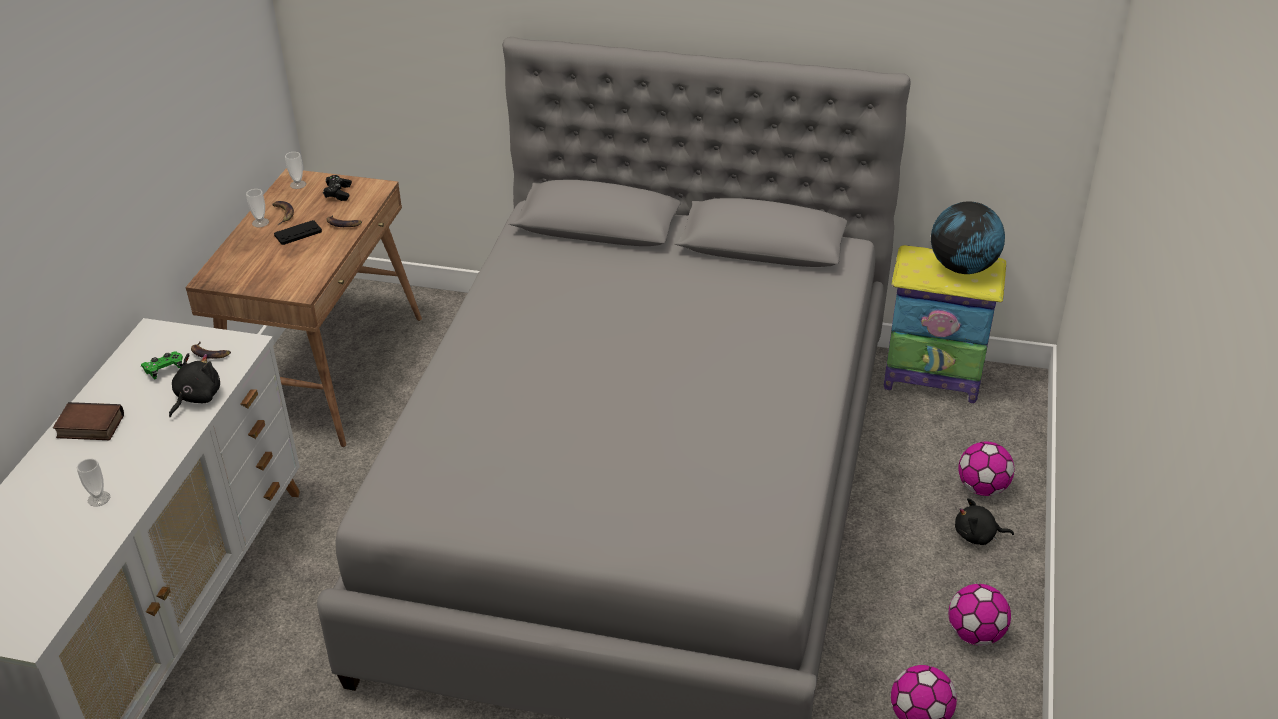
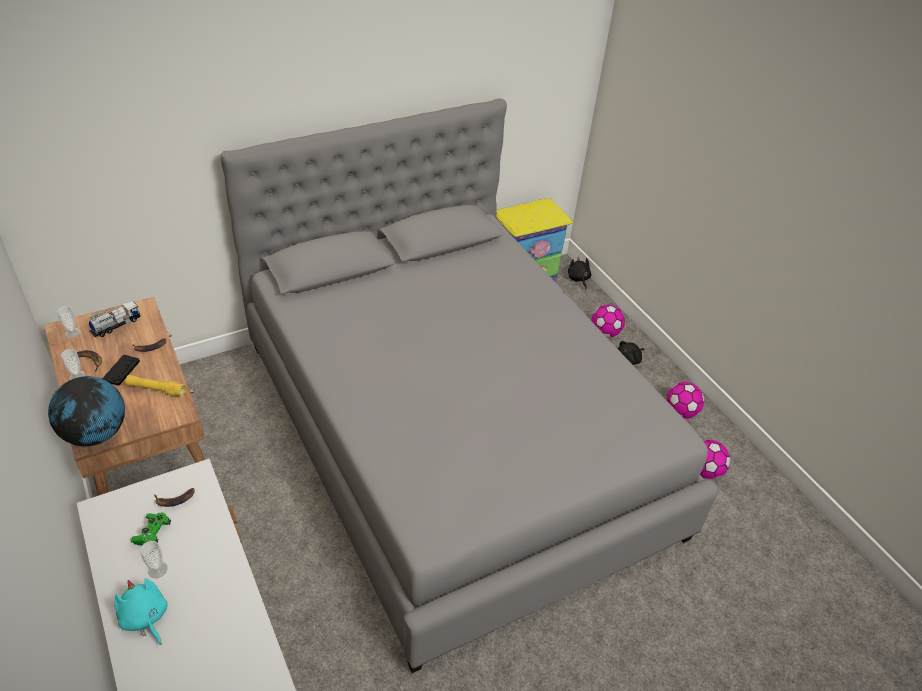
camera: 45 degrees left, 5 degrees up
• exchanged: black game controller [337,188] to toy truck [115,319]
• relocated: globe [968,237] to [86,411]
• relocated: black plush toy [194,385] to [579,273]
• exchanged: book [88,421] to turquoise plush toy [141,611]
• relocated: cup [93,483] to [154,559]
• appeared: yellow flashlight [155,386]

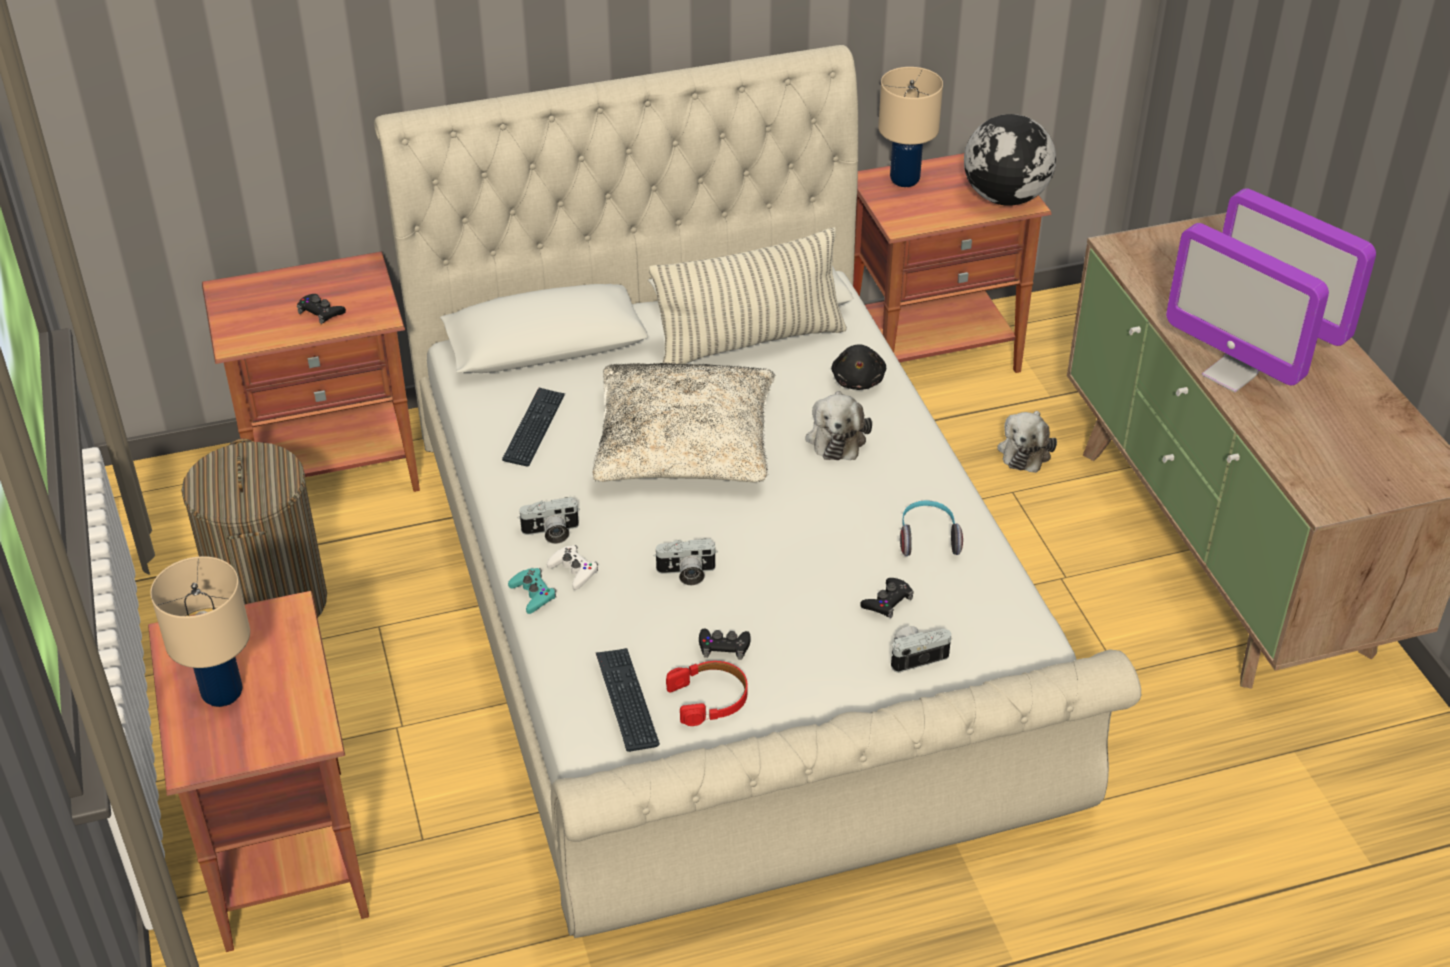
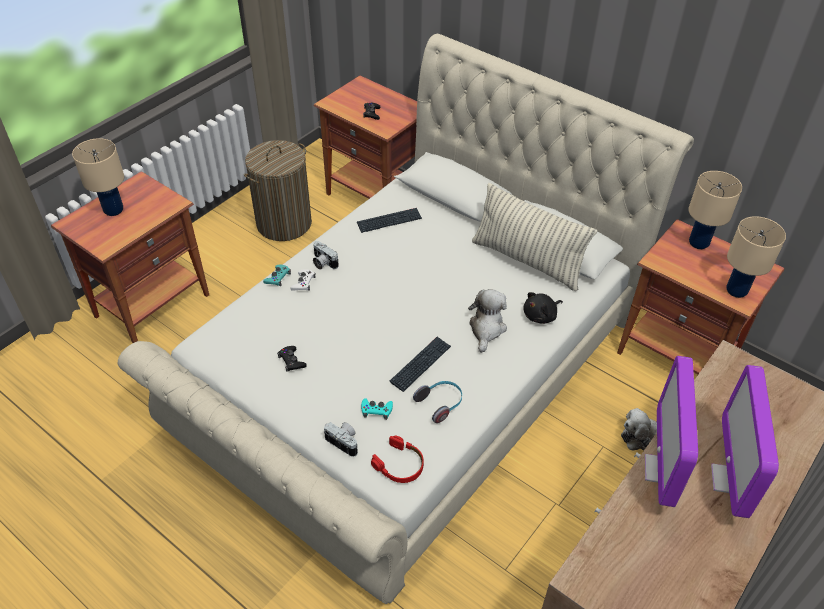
camera: 55 degrees right, 5 degrees up
• exchanged: globe [1010,160] to beige table lamp [756,257]
• missing: beige pillow [684,422]
• spun: plush toy [838,425] = [487,321] 135 degrees clockwise
• missing: photo camera [686,562]
• colour: black game controller [887,598] to turquoise game controller [377,409]
• relocated: keyboard [628,700] to [420,364]
• relocated: red headphones [706,693] to [397,459]

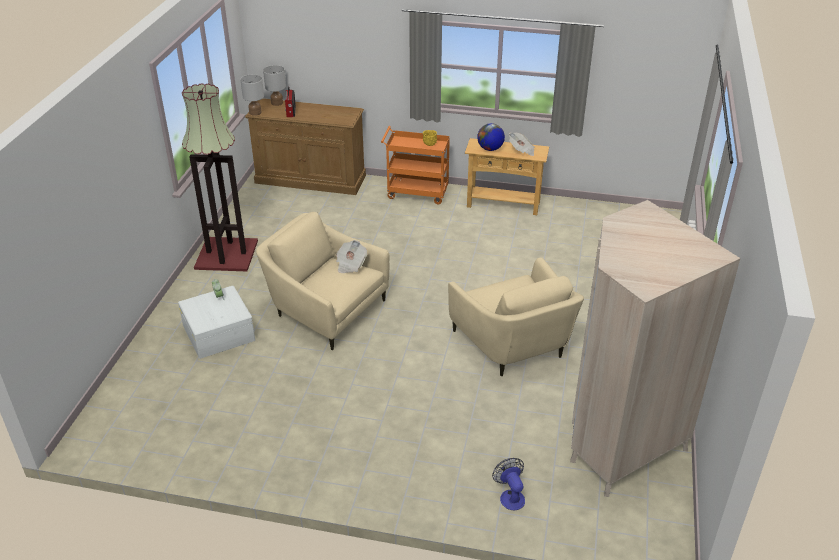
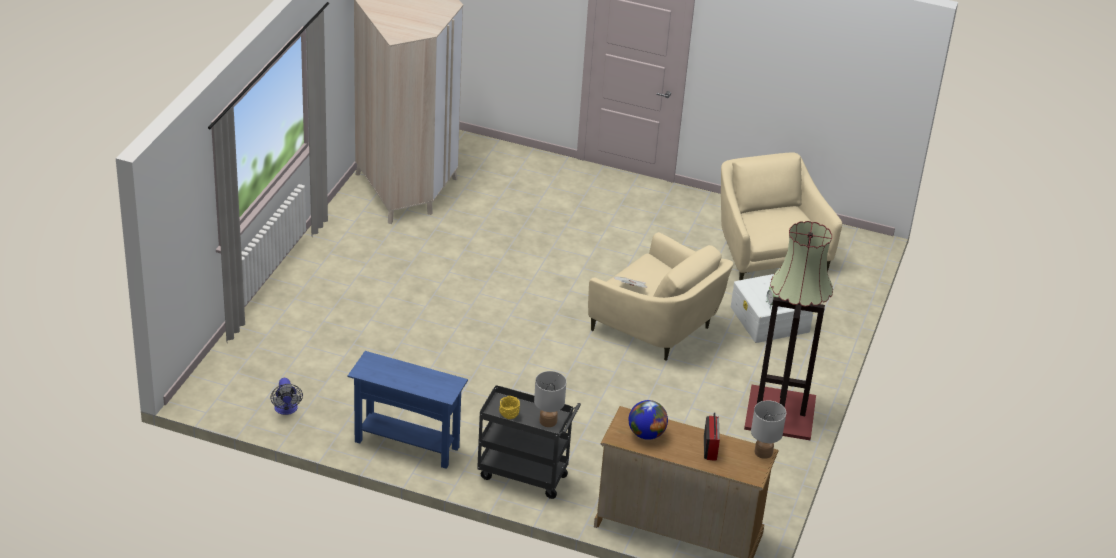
camera: 175 degrees left, 0 degrees up
• relocated: grey table lamp [274,85] to [550,399]
• relocated: globe [491,137] to [648,420]
• colour: orange cart [415,165] to grey cart [529,442]
• missing: newspaper [522,144]
• colour: beige console table [507,176] to blue console table [408,410]
• relocated: beige armchair [516,317] to [781,216]
• relocated: fan [508,484] to [286,396]

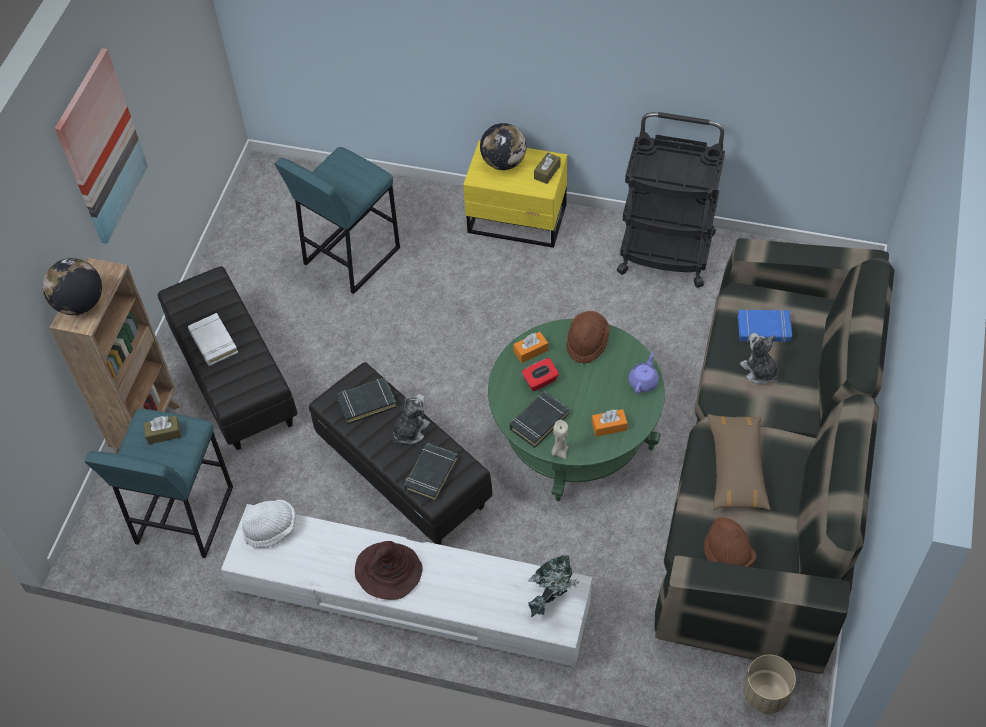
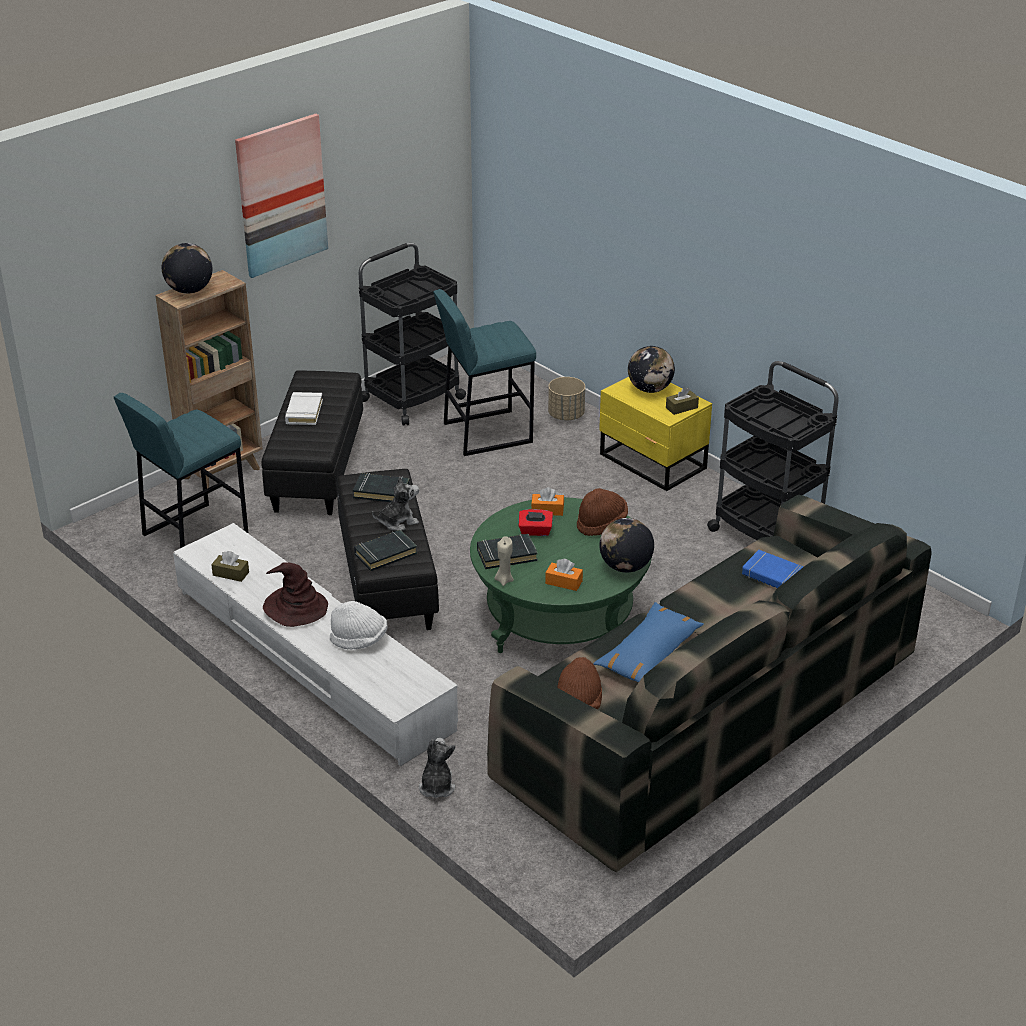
camera: 30 degrees right, 20 degrees down
• relocated: plush toy [759,358] to [437,768]
• exchanged: purple teapot [643,373] to globe [626,545]
• colour: brown pillow [739,462] to blue pillow [649,642]
• relocated: brown tissue box [163,430] to [230,566]
• relocated: white hat [269,524] to [359,625]
• missing: potted plant [553,586]
• relocated: beige planter [769,684] to [566,398]
• appeared: black cart [412,334]

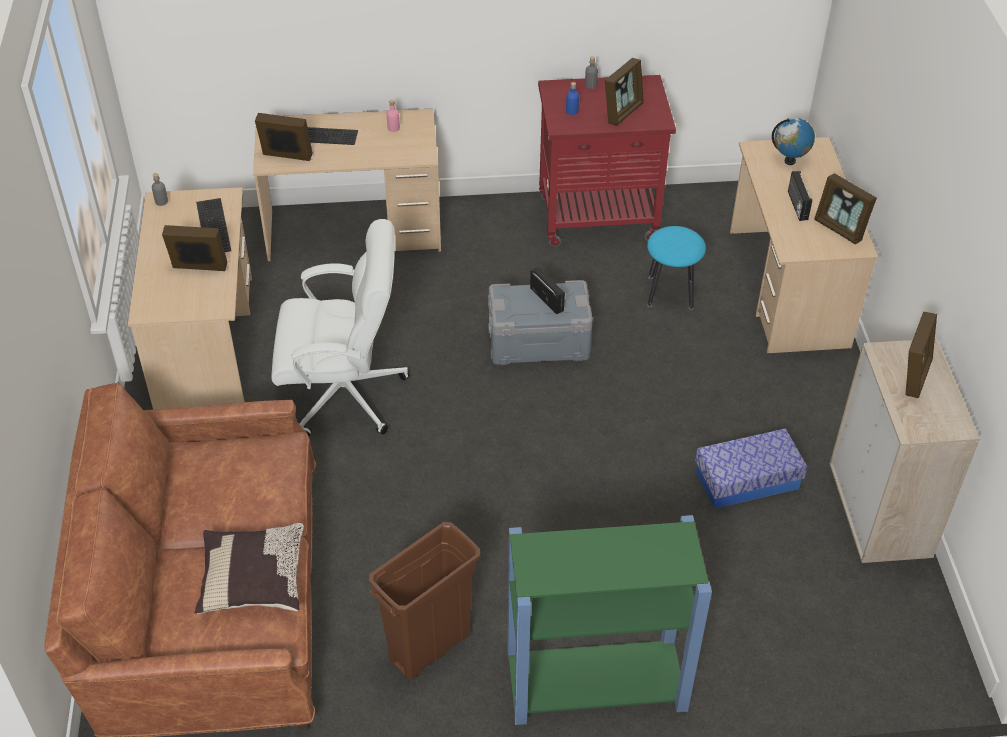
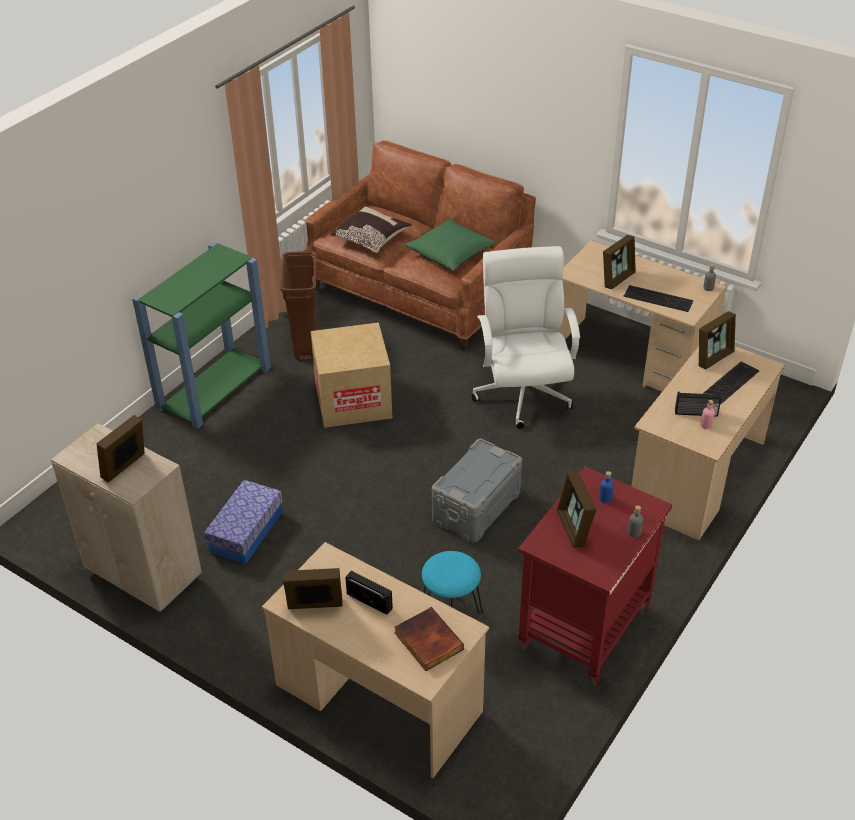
camera: 130 degrees right, 5 degrees down
• exchanged: globe [793,141] to book [429,639]
• spun: white office chair [340,328] = [525,337] 135 degrees clockwise
• relocated: radio [547,290] to [698,404]
• spun: picture frame [921,355] = [121,449] 60 degrees clockwise
• appeared: green pillow [450,245]
• appeared: cardboard box [351,375]

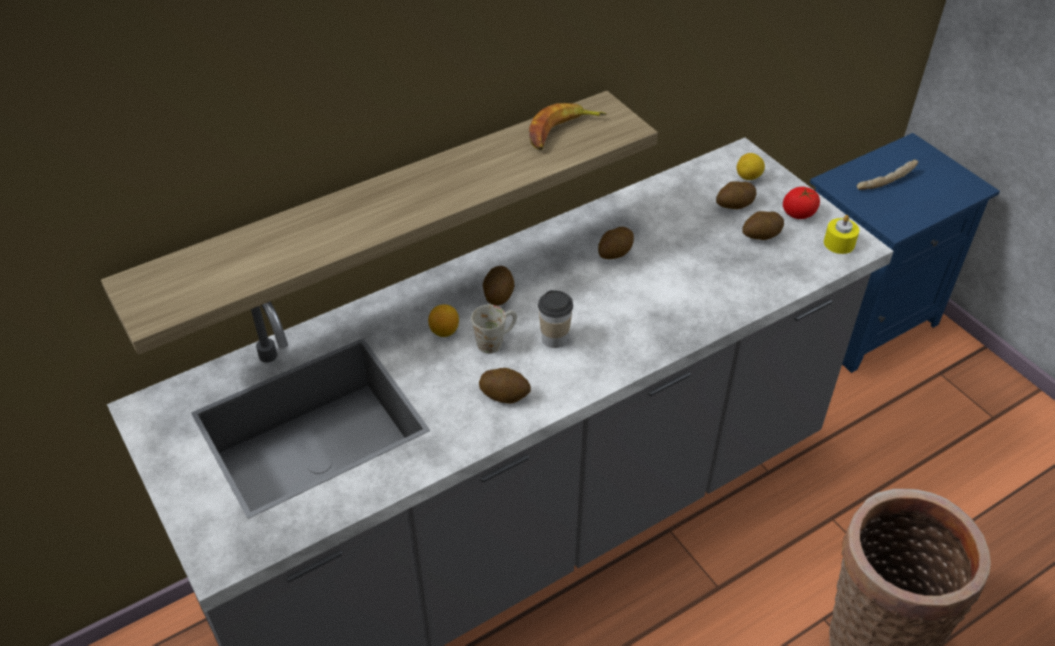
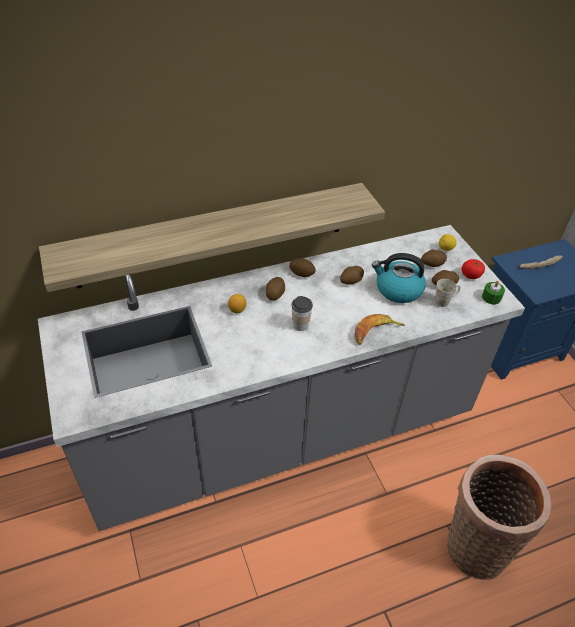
camera: 10 degrees right, 0 degrees up
• relocated: banana [568,126] to [379,329]
• colour: yellow candle [841,234] to green candle [493,292]
• relocated: white mug [494,329] to [448,293]
• relocated: potato [505,386] to [302,267]
• appeared: kettle [399,278]

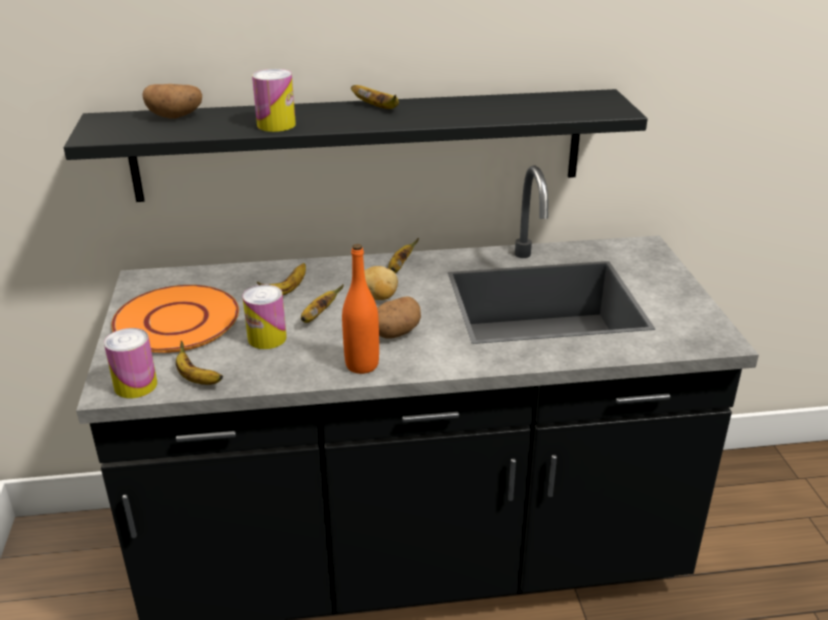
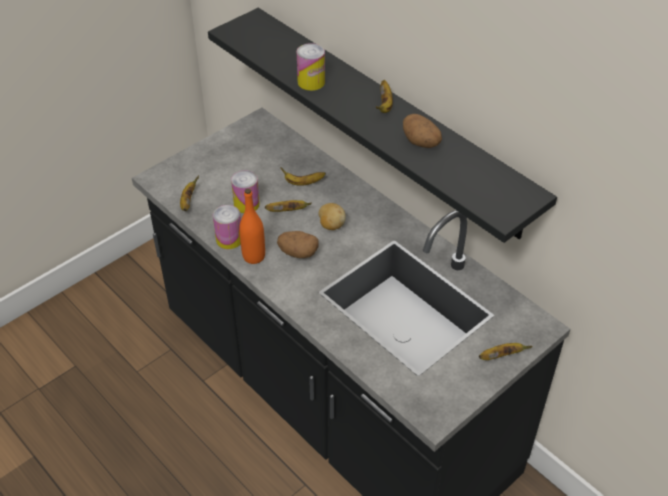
camera: 55 degrees right, 15 degrees up
• relocated: potato [172,101] to [422,131]
• relocated: banana [403,255] to [505,351]
• missing: orange plate [175,319]
• relocated: can [130,363] to [227,227]

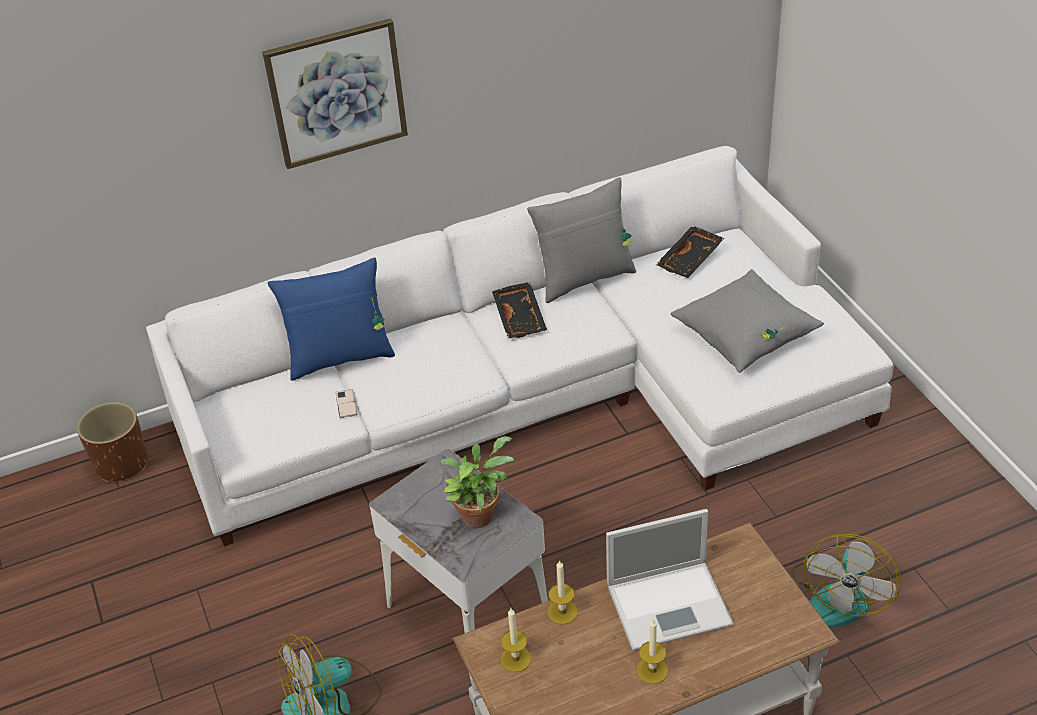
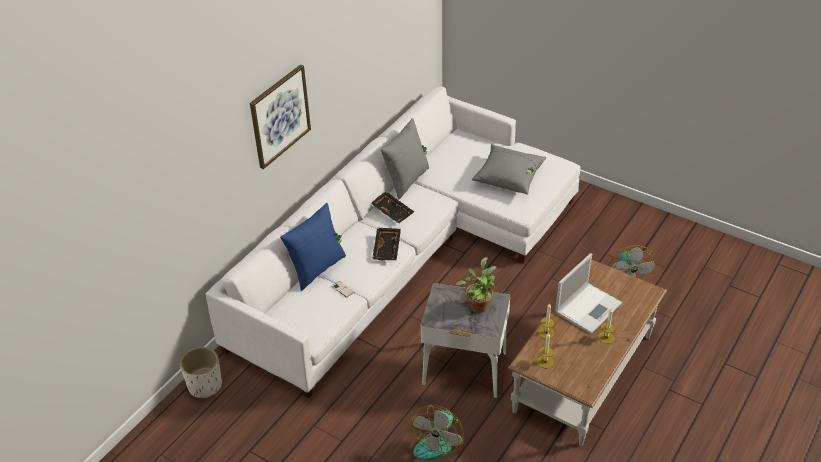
camera: 35 degrees left, 0 degrees up
• relocated: black tray [690,251] to [386,244]
• colour: brown planter [112,442] to white planter [201,373]

